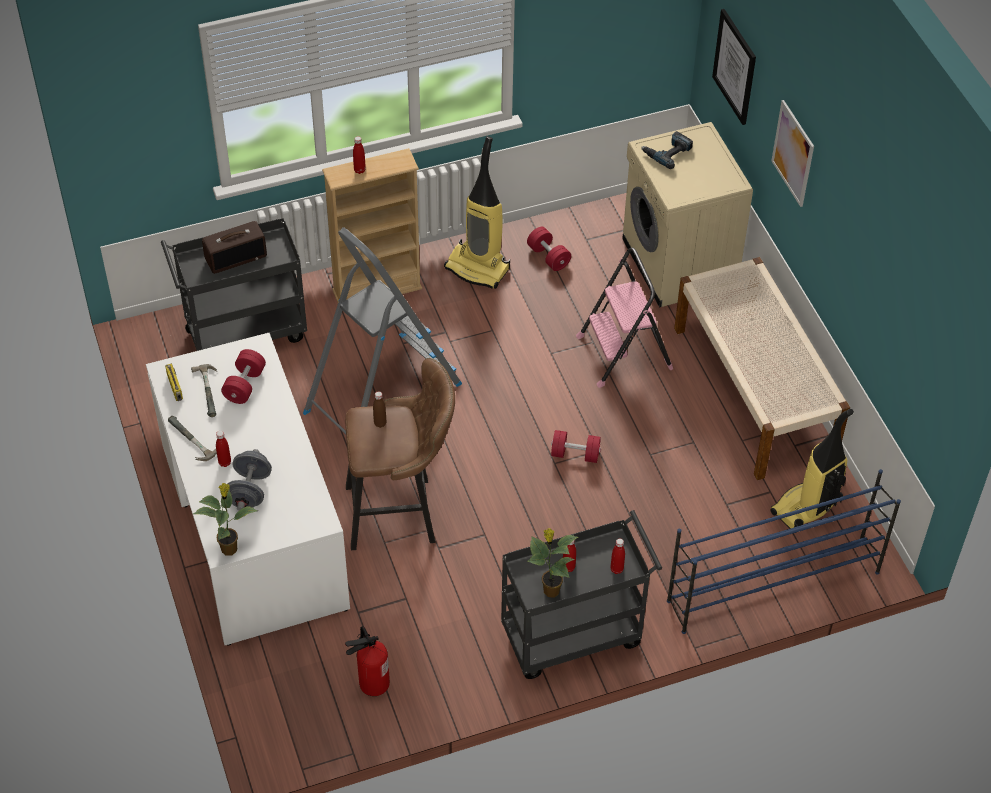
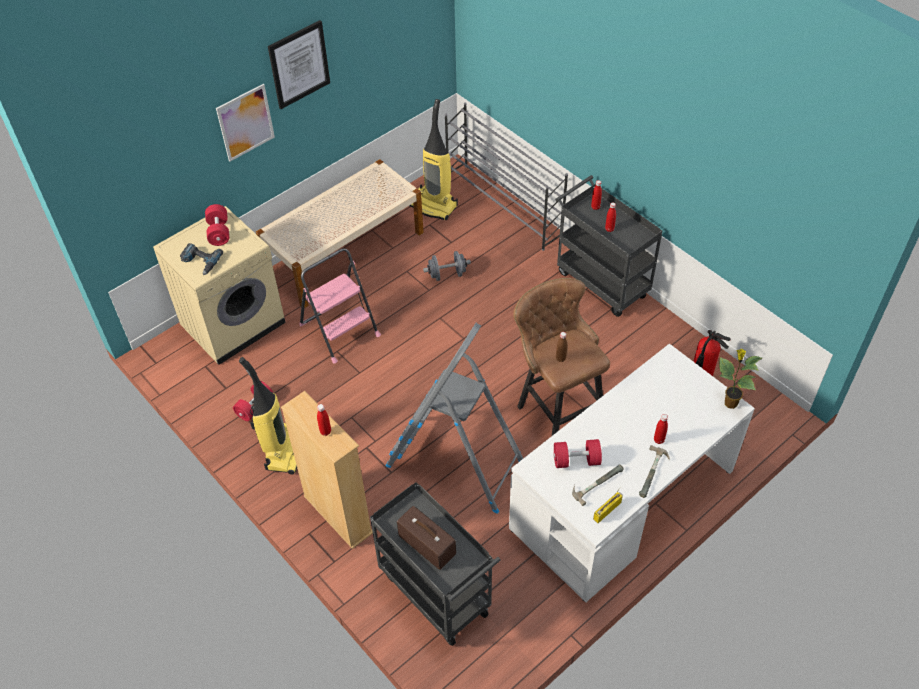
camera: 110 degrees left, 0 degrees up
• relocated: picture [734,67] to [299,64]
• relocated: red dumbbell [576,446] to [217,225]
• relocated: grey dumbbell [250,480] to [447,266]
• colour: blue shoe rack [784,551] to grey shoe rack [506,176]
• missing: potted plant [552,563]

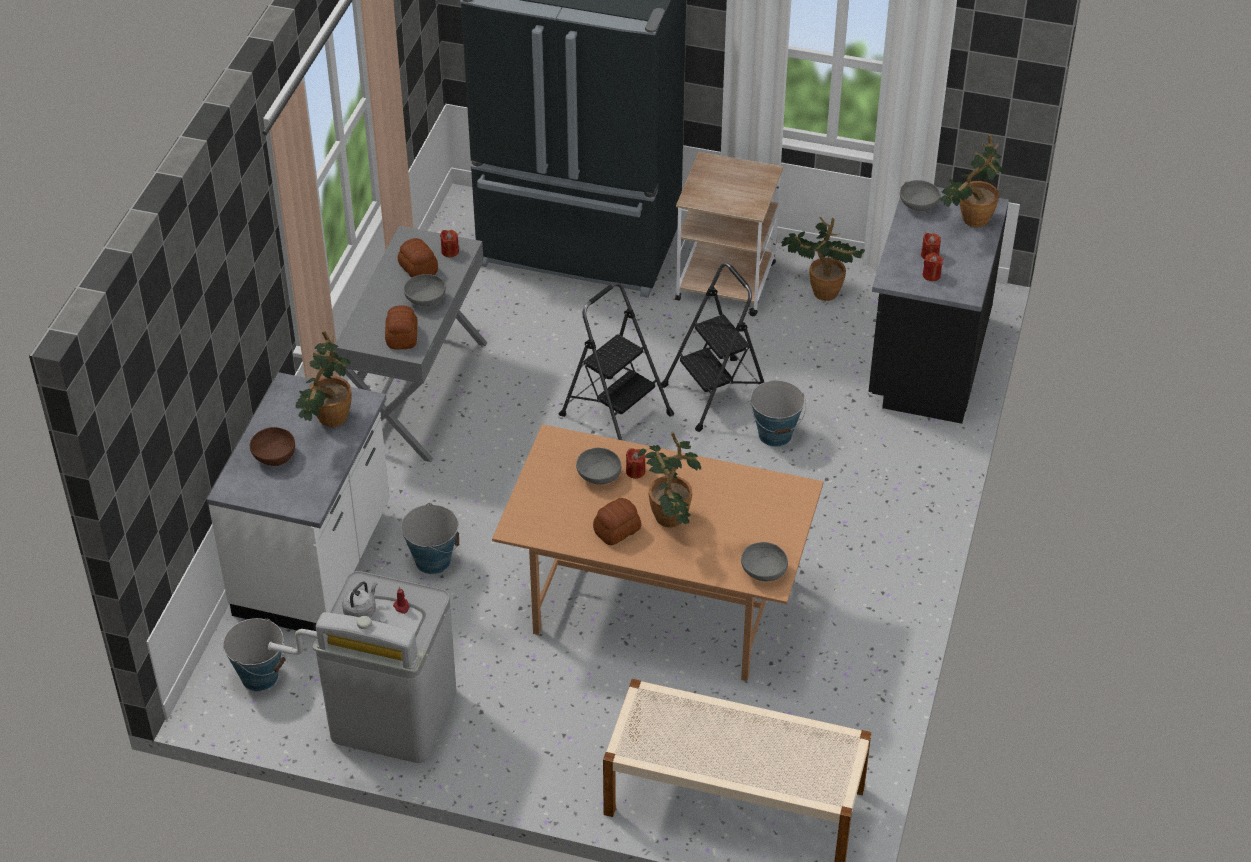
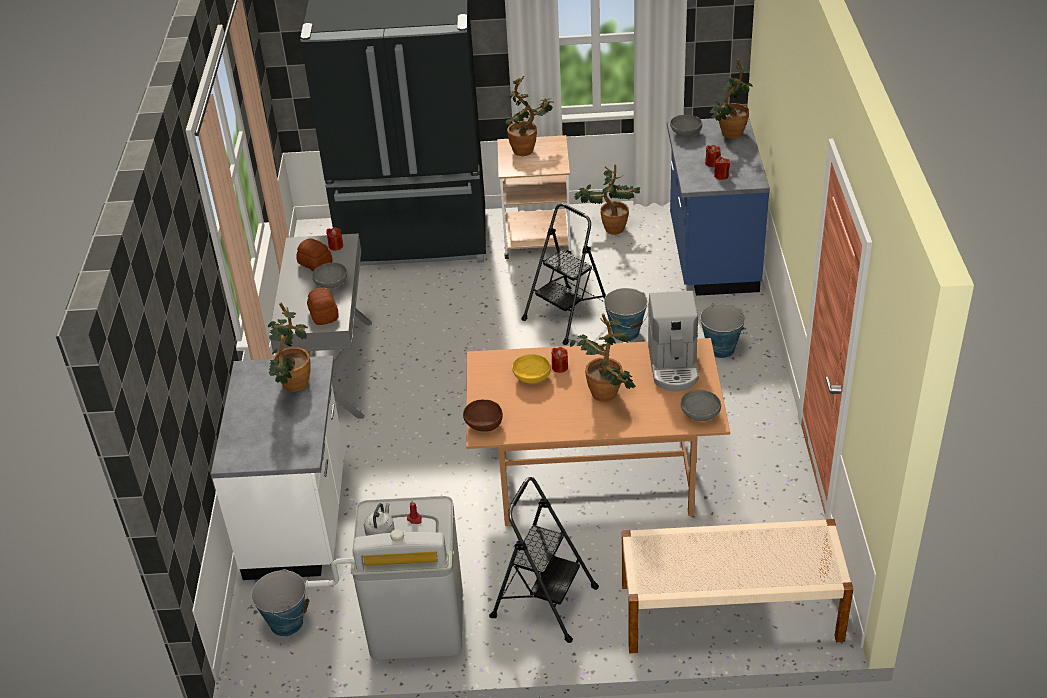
camera: 15 degrees left, 5 degrees down
• colour: black counter [939,302] to blue counter [718,206]
• relocated: black step ladder [616,361] to [544,560]
• relocated: brown bowl [272,446] to [483,416]
• colour: grey bowl [598,466] to yellow bowl [531,369]
• missing: bread [617,521]
• relocated: bucket [430,538] to [722,330]
• appeared: potted plant [529,116]
• appeared: coffee machine [673,341]

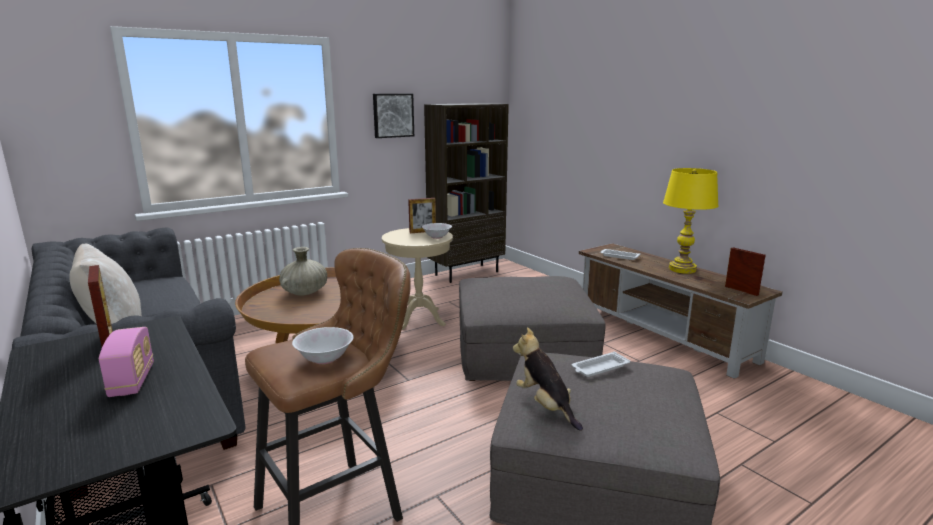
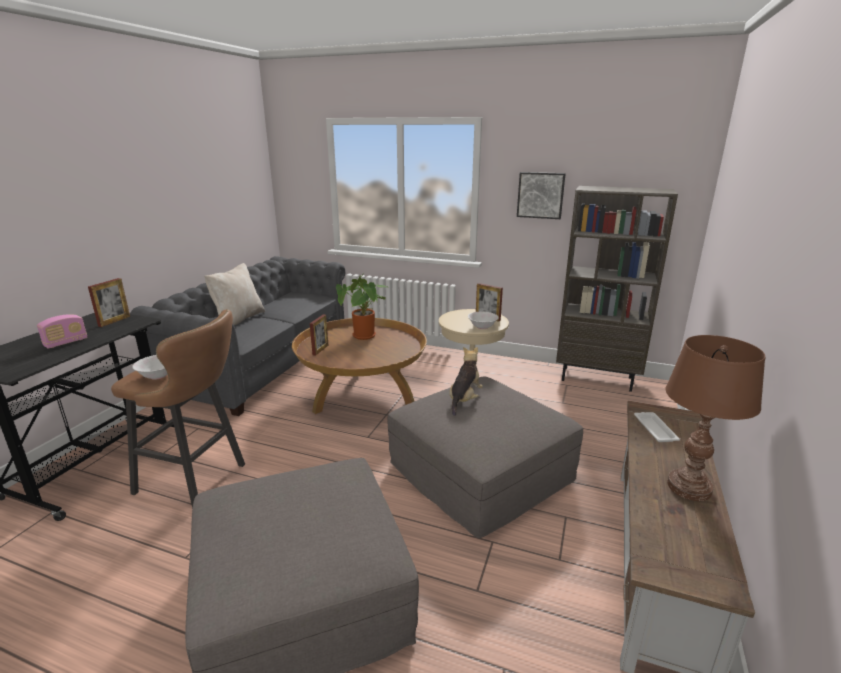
camera: 55 degrees right, 5 degrees up
• colour: yellow table lamp [691,221] to brown table lamp [715,418]
• exchanged: beige vase [303,271] to potted plant [361,306]
• relocated: picture frame [745,271] to [319,334]
• relocated: plush toy [548,379] to [466,381]
• missing: white tray [600,364]

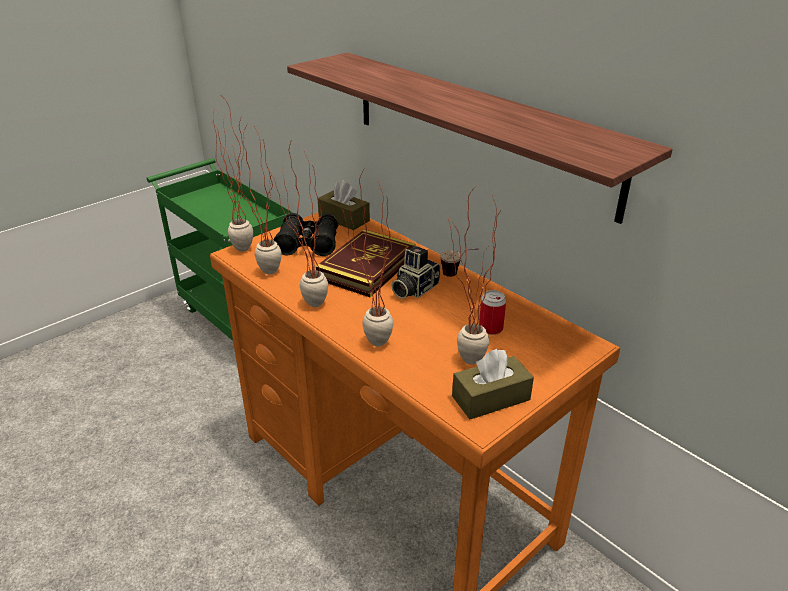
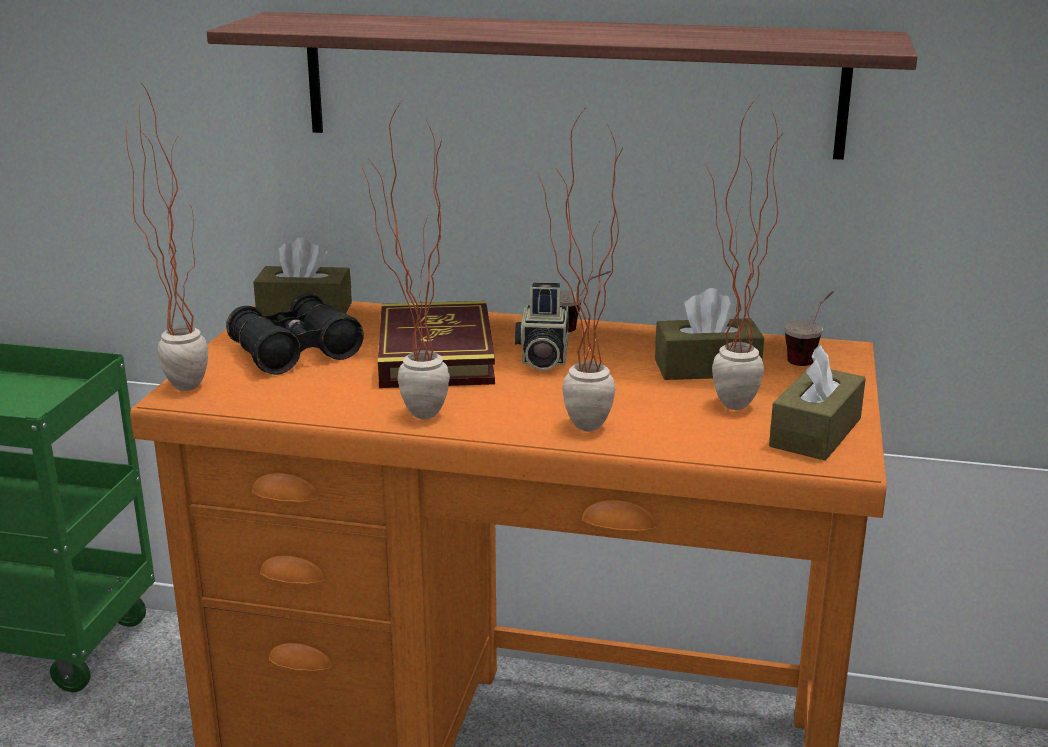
camera: 35 degrees left, 10 degrees down
• missing: potted plant [252,196]
• exchanged: can [492,312] to brown tissue box [709,334]
• appeared: cup [809,328]

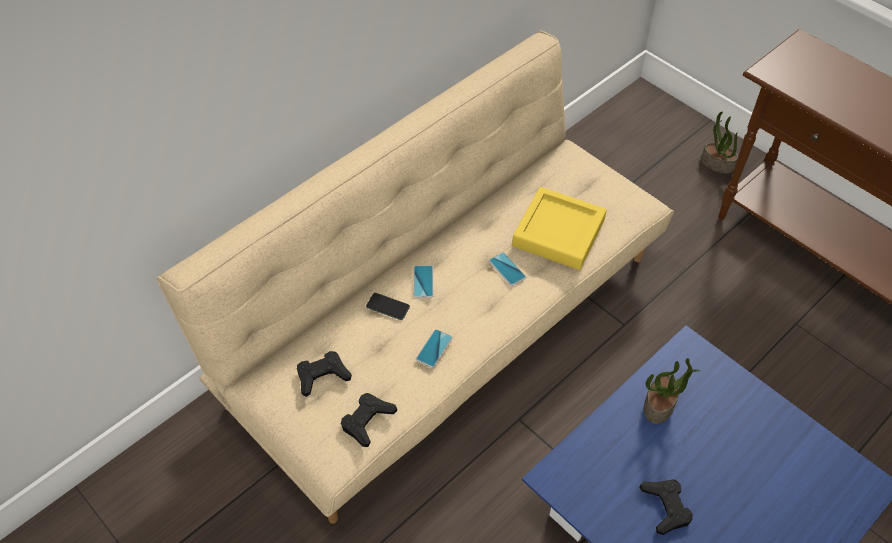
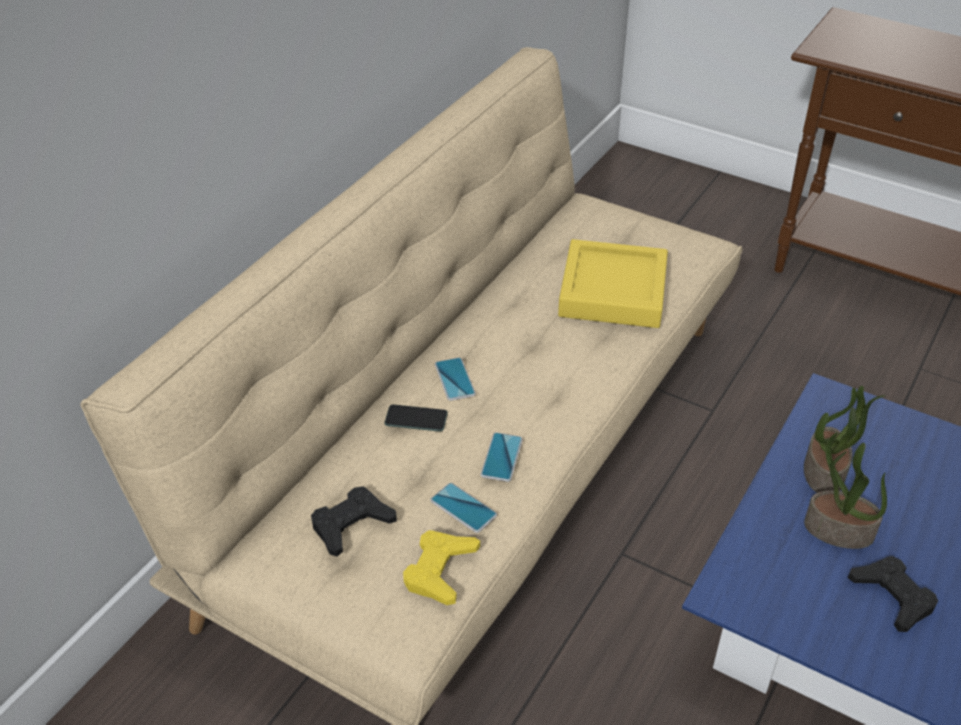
camera: 15 degrees left, 10 degrees down
• relocated: potted plant [719,143] to [845,491]
• relocated: phone [507,269] to [463,508]
• colour: black game controller [369,420] to yellow game controller [441,567]

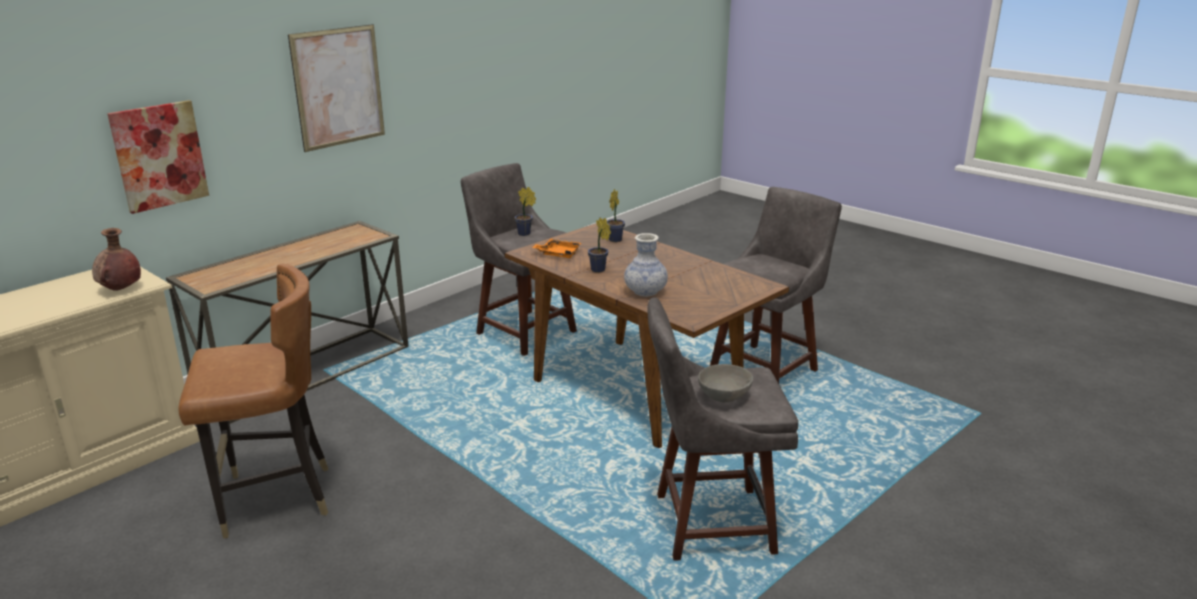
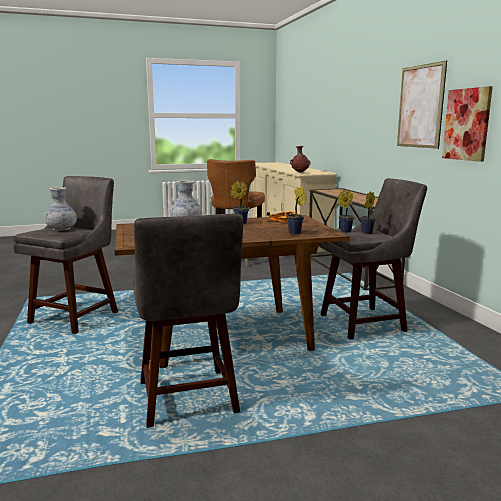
camera: 120 degrees right, 10 degrees down
• relocated: picture [158,157] to [467,124]
• exchanged: grey bowl [726,383] to vase [60,209]
• appeared: potted plant [345,211]

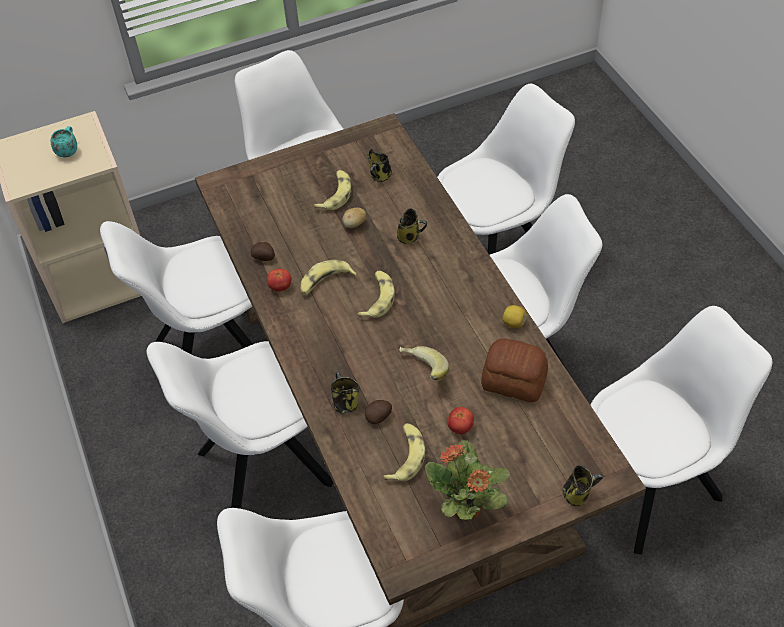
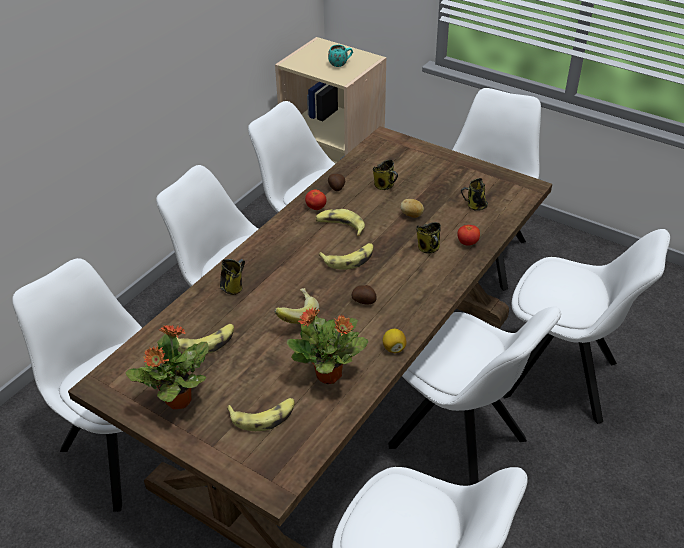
camera: 55 degrees right, 10 degrees down
• relocated: banana [332,190] to [261,414]
• exchanged: bread [514,370] to potted plant [327,345]
• relocated: potato [378,412] to [363,294]
• relocated: tomato [460,420] to [469,235]
• relocated: mug [582,485] to [385,175]

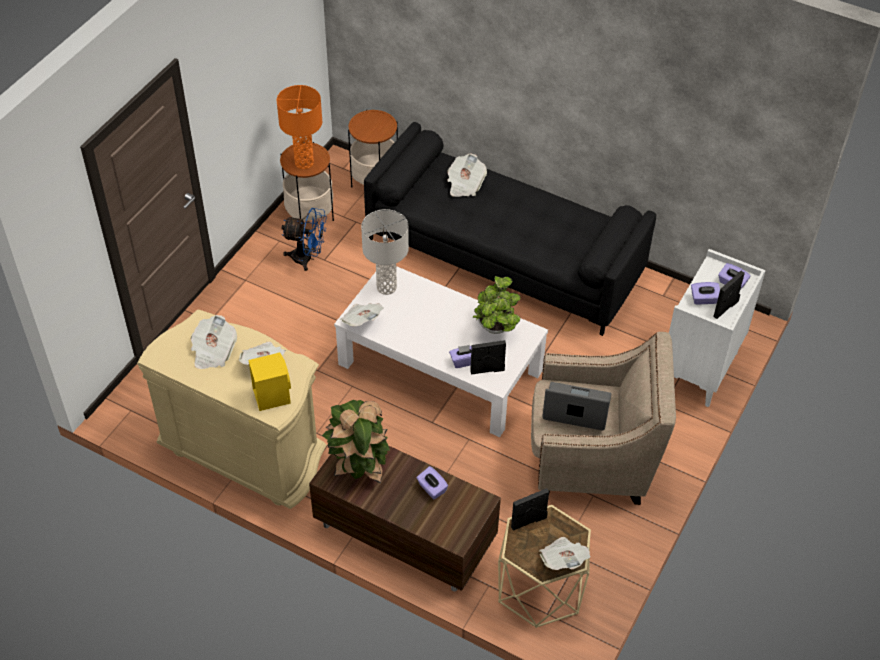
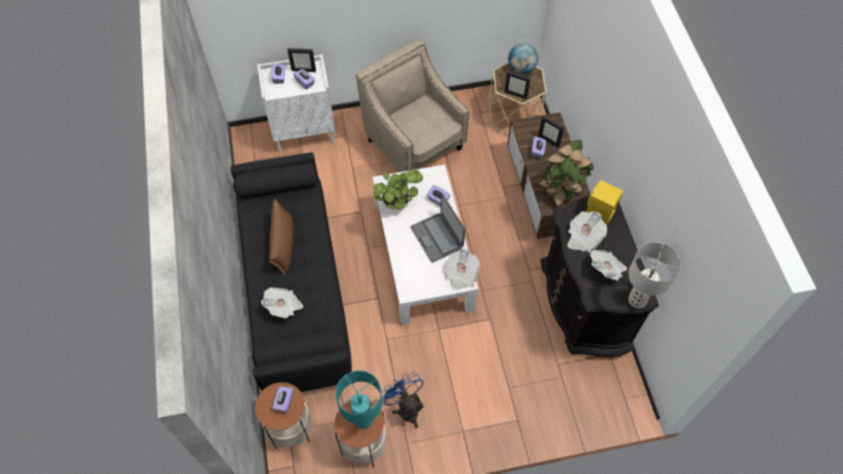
camera: 130 degrees left, 10 degrees up
• colour: orange table lamp [299,127] to turquoise table lamp [358,400]
• relocated: white table lamp [385,252] to [654,275]
• colour: beige dresser [231,409] to black dresser [600,276]
• relocated: picture frame [488,357] to [551,132]
• relocated: laptop [577,406] to [438,228]
• exchanged: newspaper [565,553] to globe [523,58]
• appeared: brown pillow [281,237]
• appeared: purple tissue box [282,399]

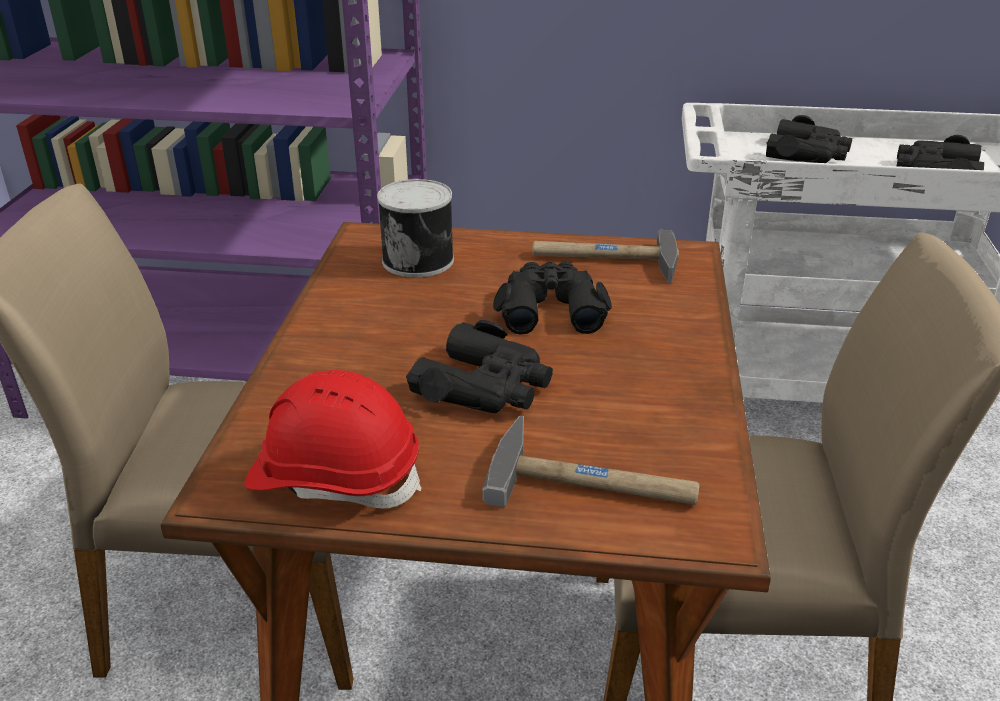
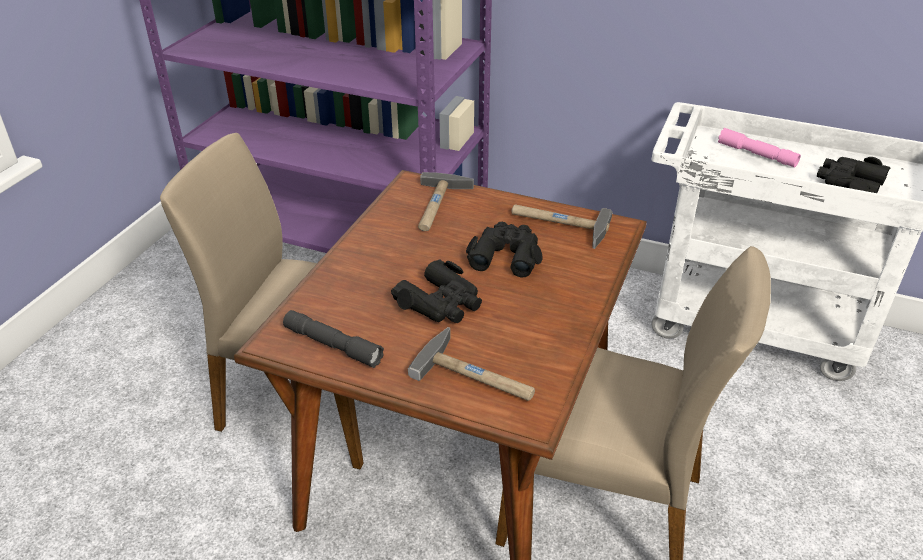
camera: 15 degrees right, 5 degrees up
• exchanged: black binoculars [809,139] to pink flashlight [759,147]
• exchanged: can [415,228] to hammer [446,201]
• exchanged: red hard hat [333,439] to grey flashlight [333,339]

